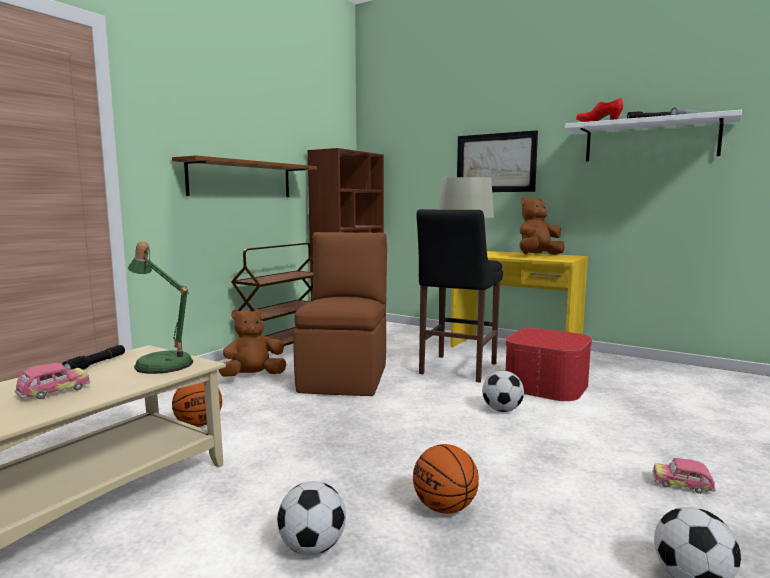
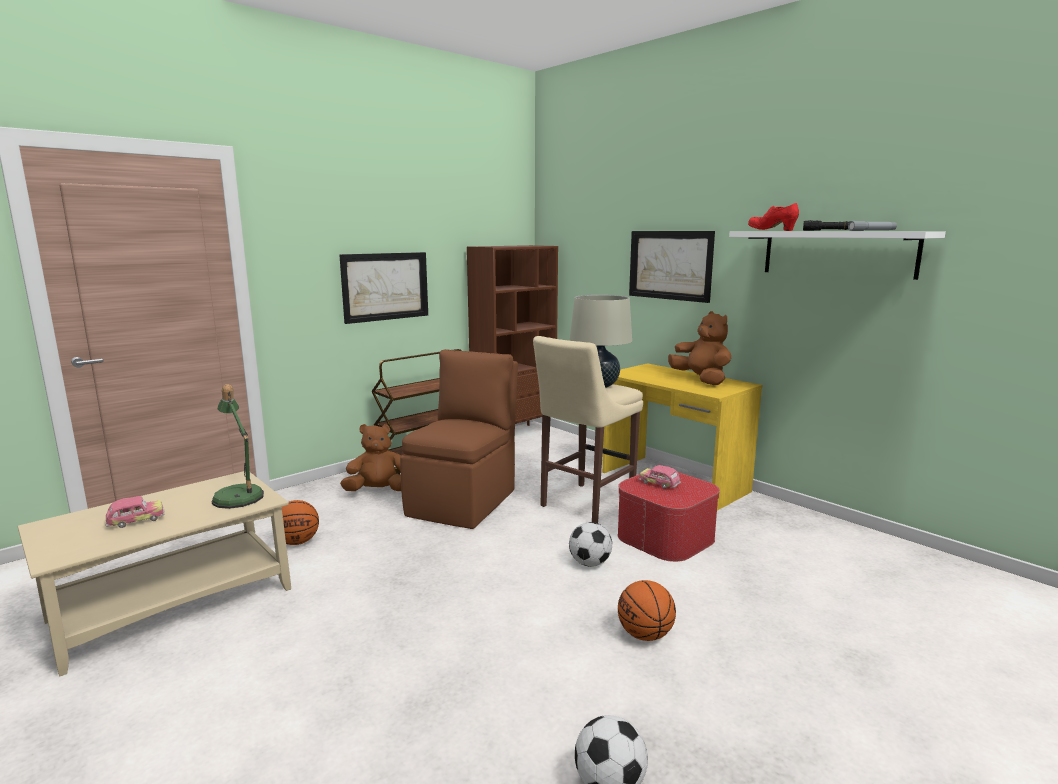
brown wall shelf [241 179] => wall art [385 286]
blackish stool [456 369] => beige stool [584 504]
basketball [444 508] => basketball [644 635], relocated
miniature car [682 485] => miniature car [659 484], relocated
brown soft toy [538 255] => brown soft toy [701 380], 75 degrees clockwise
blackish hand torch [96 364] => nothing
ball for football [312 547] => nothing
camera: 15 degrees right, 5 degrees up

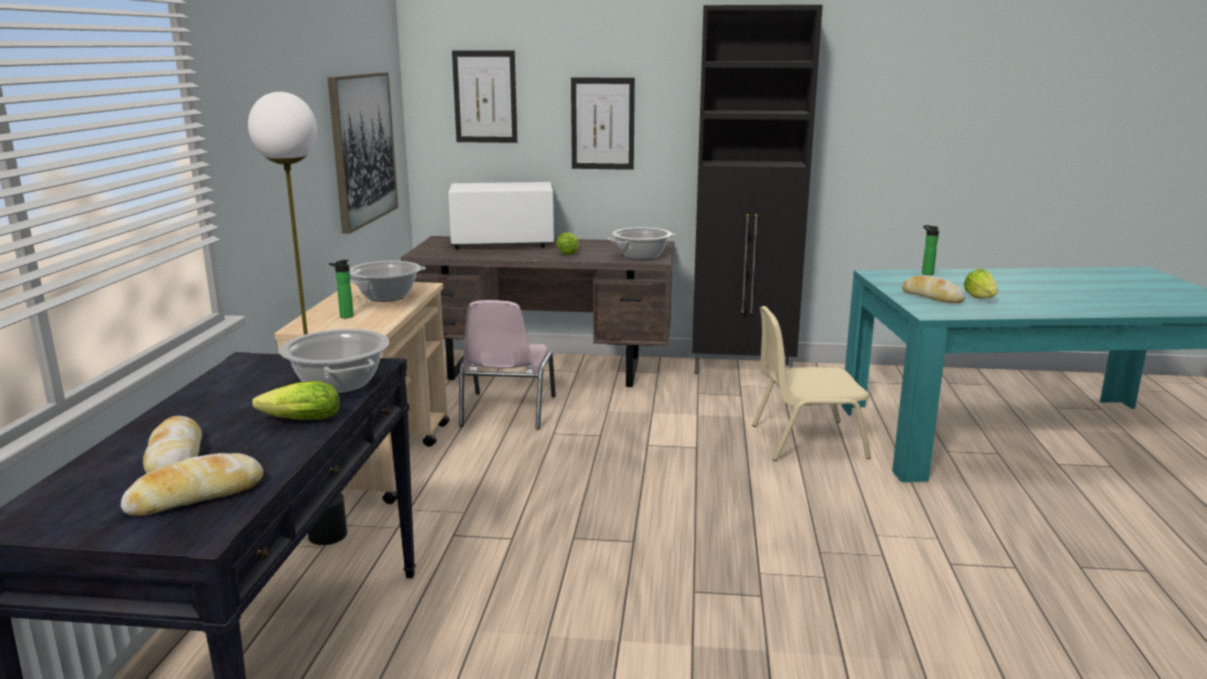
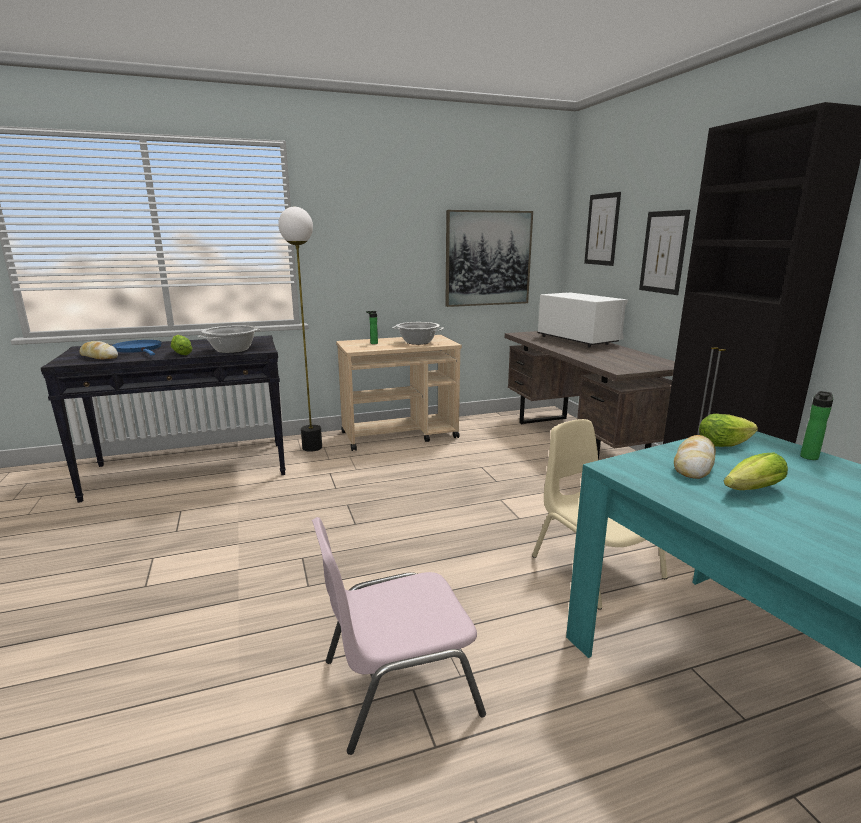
baked bread [176 458] => bluish frying pan [139 349]
pink upright chair [506 412] => pink upright chair [397 686], relocated
lettuce head [569 252] => lettuce head [727 443], relocated
saucepot [641 256] => nothing
camera: 65 degrees right, 0 degrees up

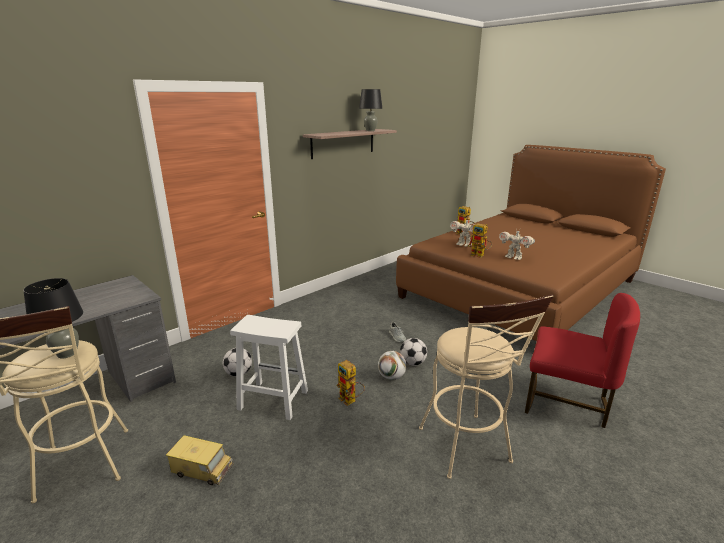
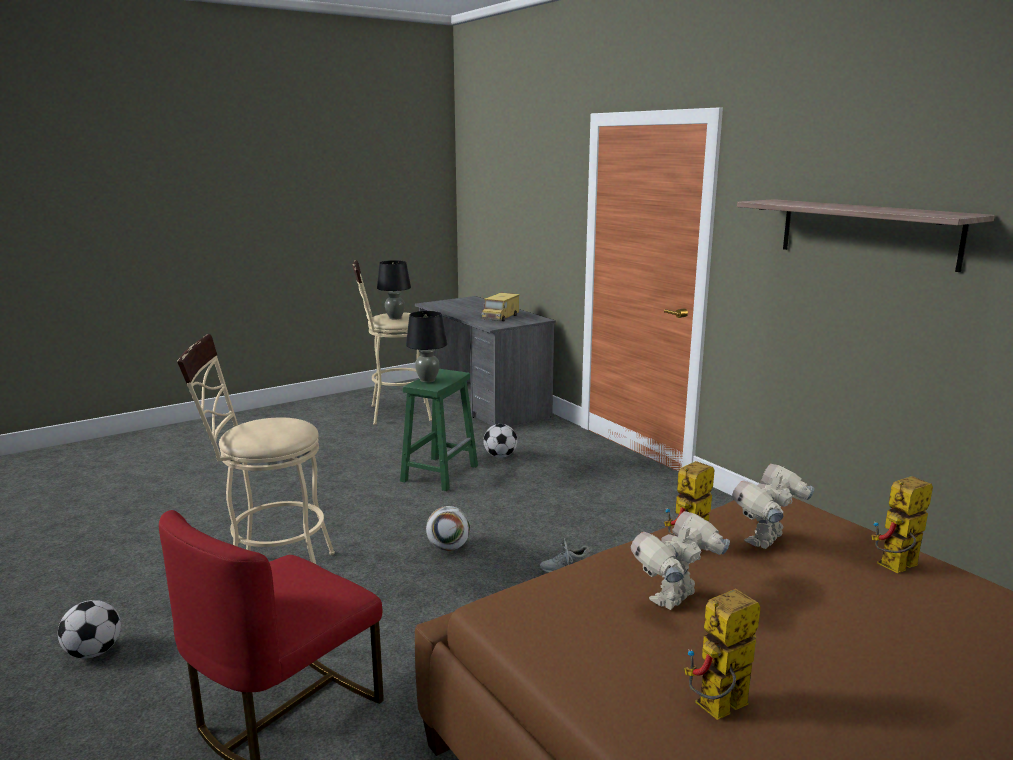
ball for football [412 363] => ball for football [94 652], relocated
white stool [272 400] => green stool [440 473]
blackish tabletop lamp [370 130] => blackish tabletop lamp [427 380], relocated
toy truck [202 469] => toy truck [500 317], relocated
model robot [350 400] => model robot [717 711], relocated
camera: 100 degrees right, 5 degrees down

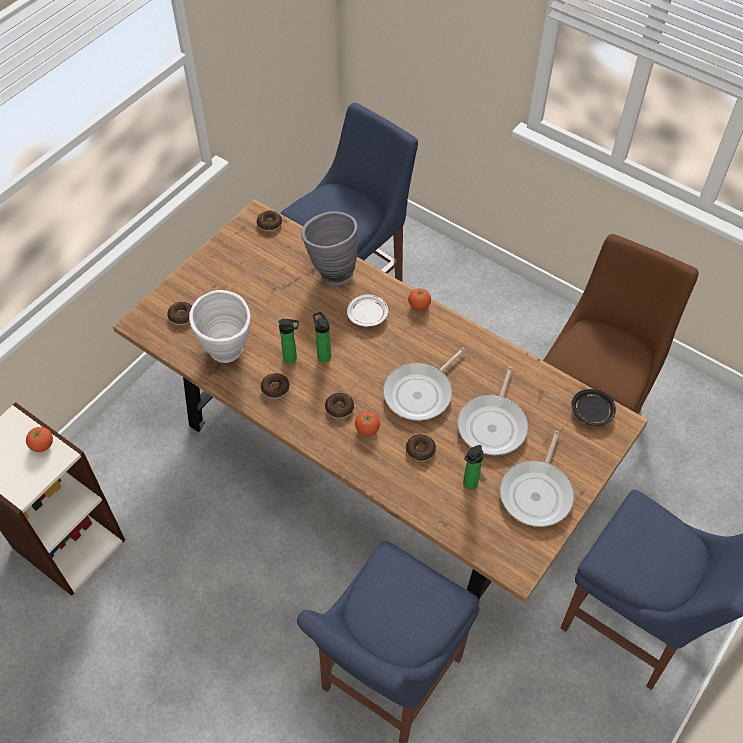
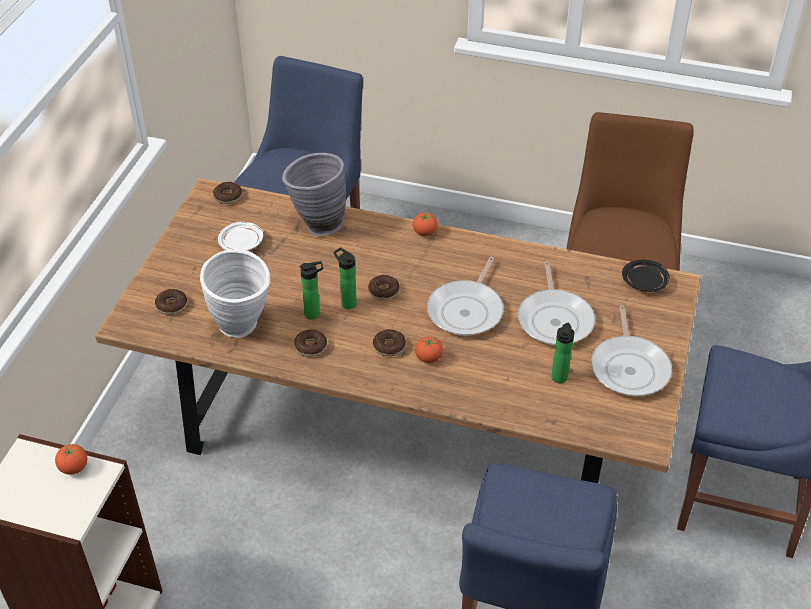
white plate [368 315] => white plate [241 243], relocated
donut [420 450] => donut [384 291], relocated
camera: 20 degrees left, 10 degrees down

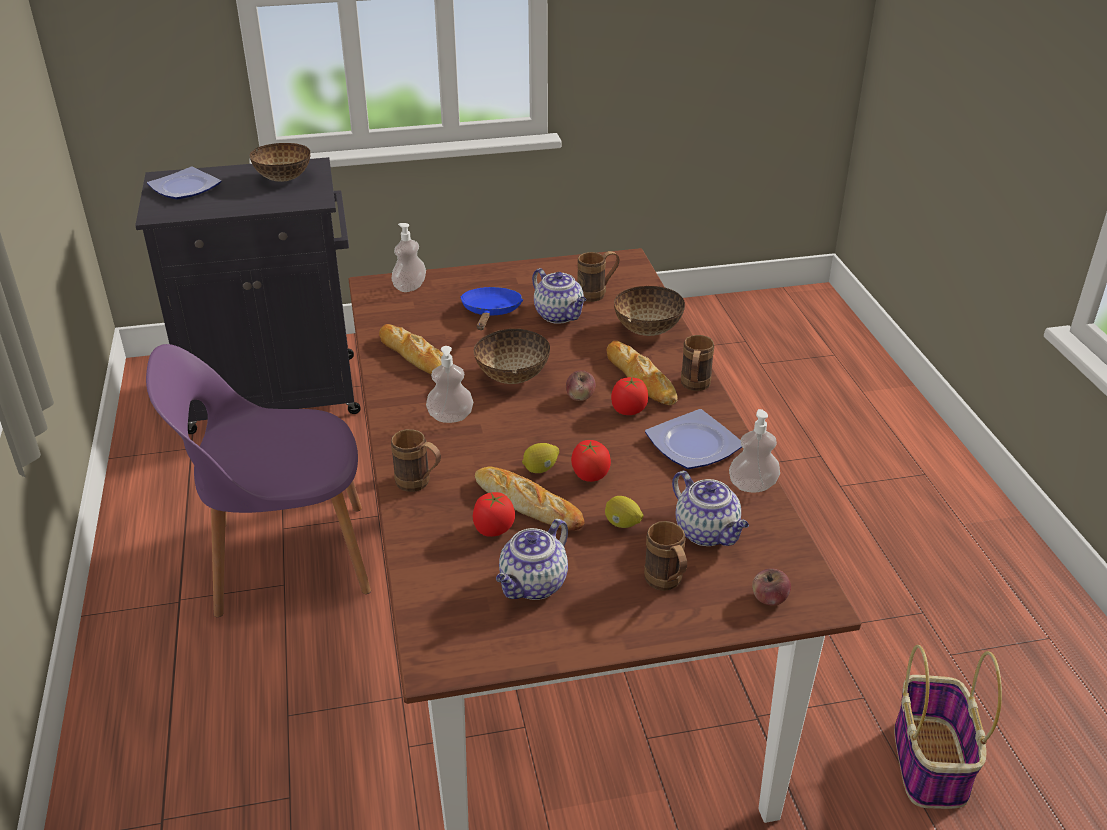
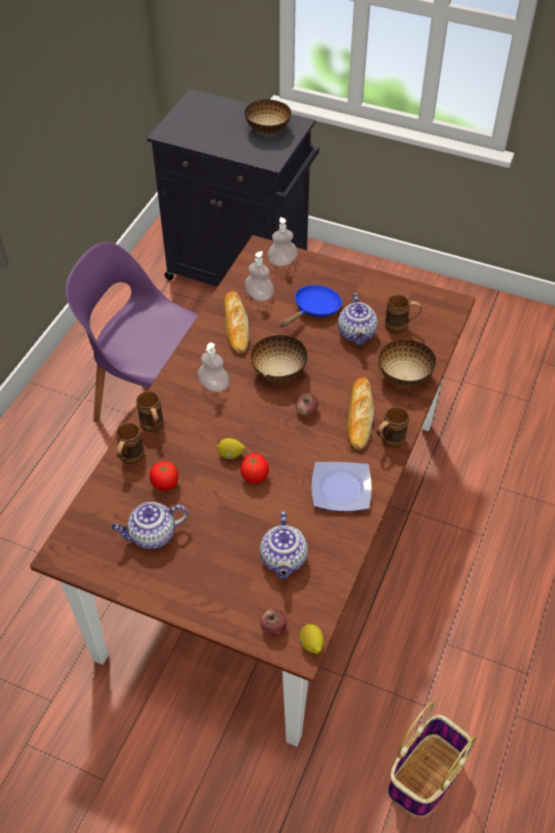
brown tea mug [666 584] => brown tea mug [129 459], relocated
soap dispenser [752 486] => soap dispenser [259 295], relocated
lemon [622 524] => lemon [311 644], relocated
plate [184 188] => nothing
baked bread [528 504] => nothing
tomato [628 410] => nothing
camera: 35 degrees right, 15 degrees up

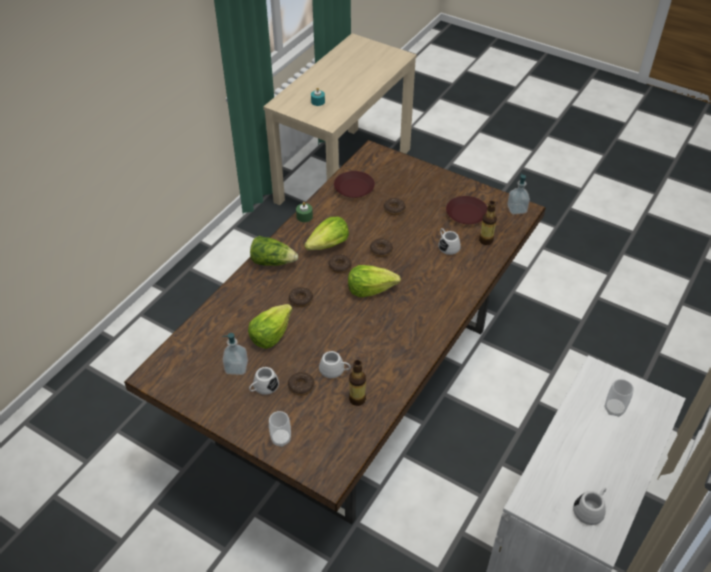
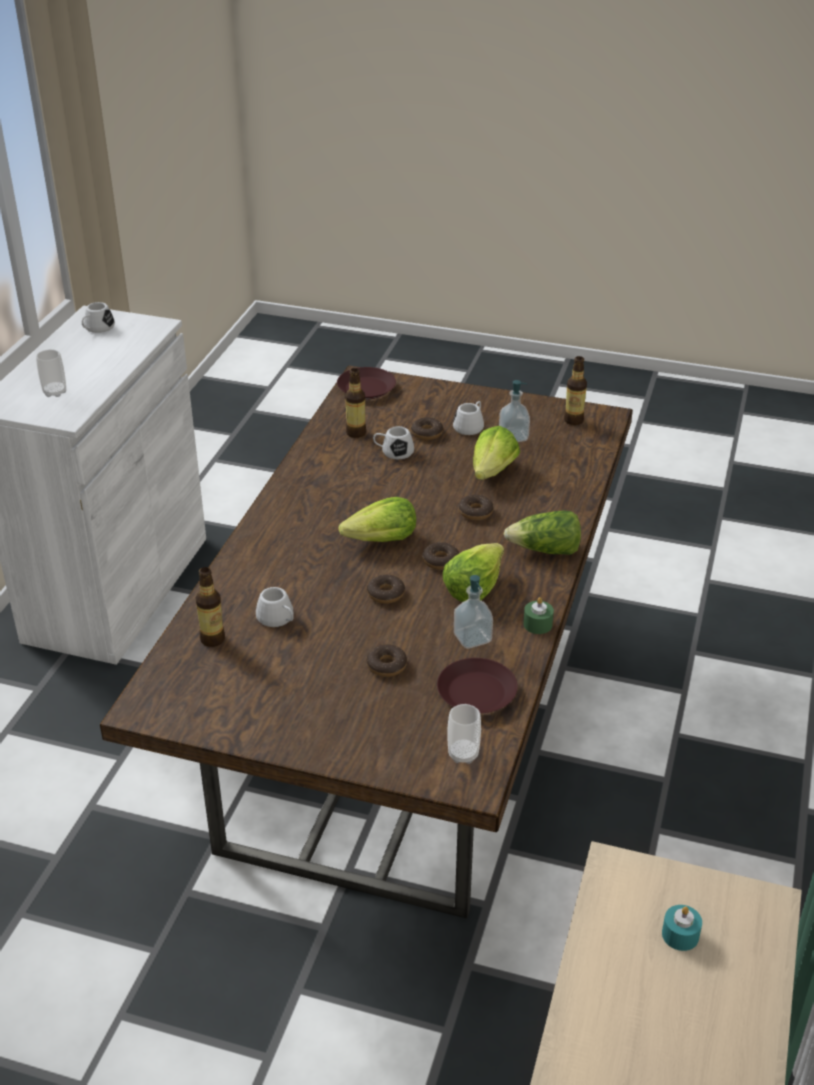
brown plate [466 214] => brown plate [367 388], relocated
cup [281 439] => cup [463 754], relocated
soap dispenser [516 209] => soap dispenser [472 638], relocated
nothing => drink bottle [573 420]
camera: 165 degrees right, 10 degrees down

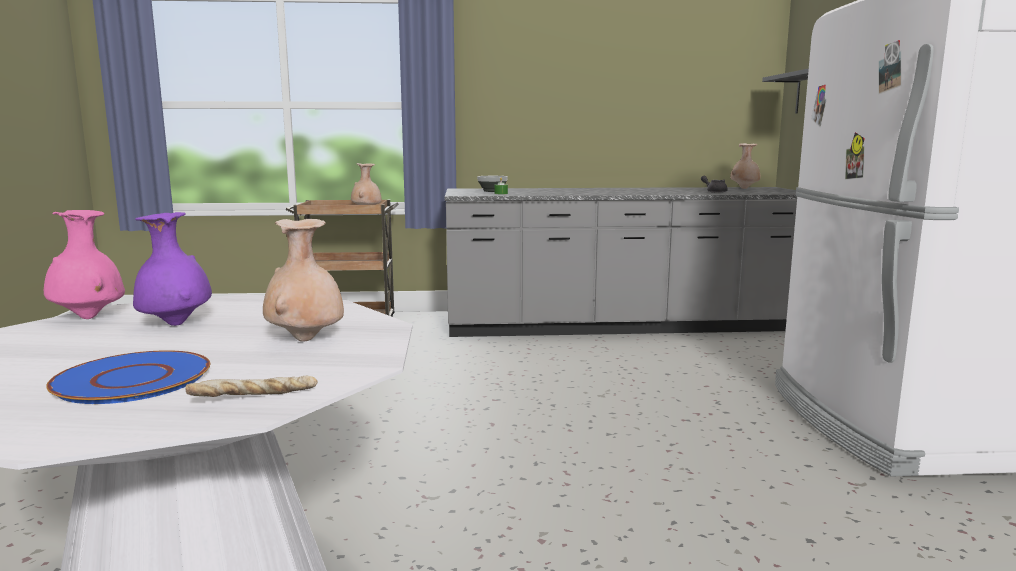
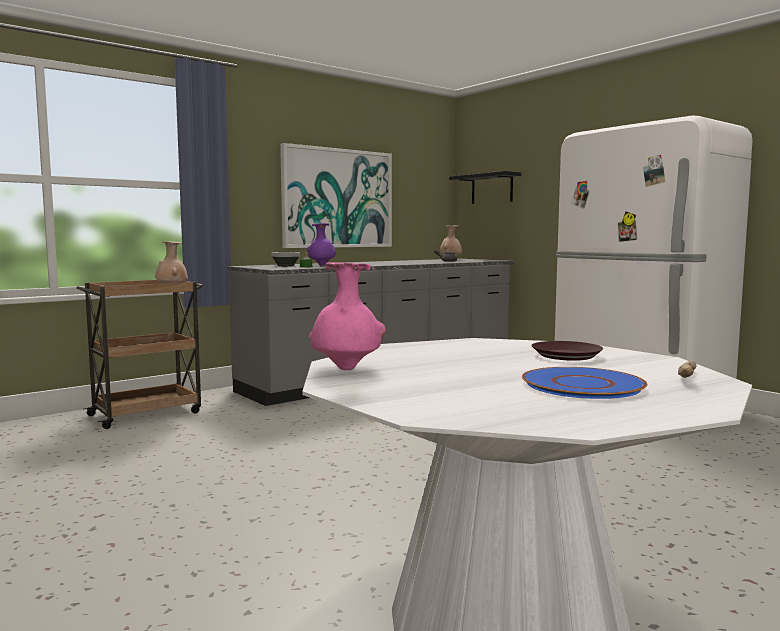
nothing => wall art [337 198]
purple flower vase [175 324] => purple flower vase [322 265], relocated
beige flower vase [306 340] => brown plate [566 355]
camera: 35 degrees left, 5 degrees down

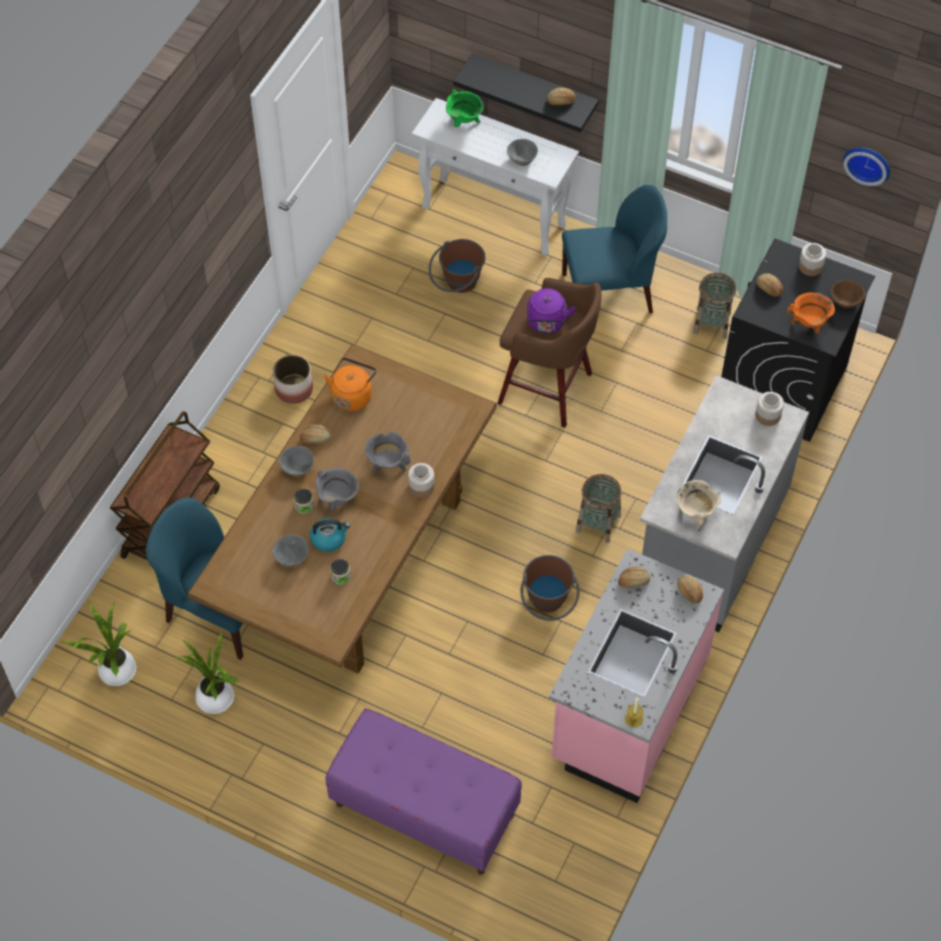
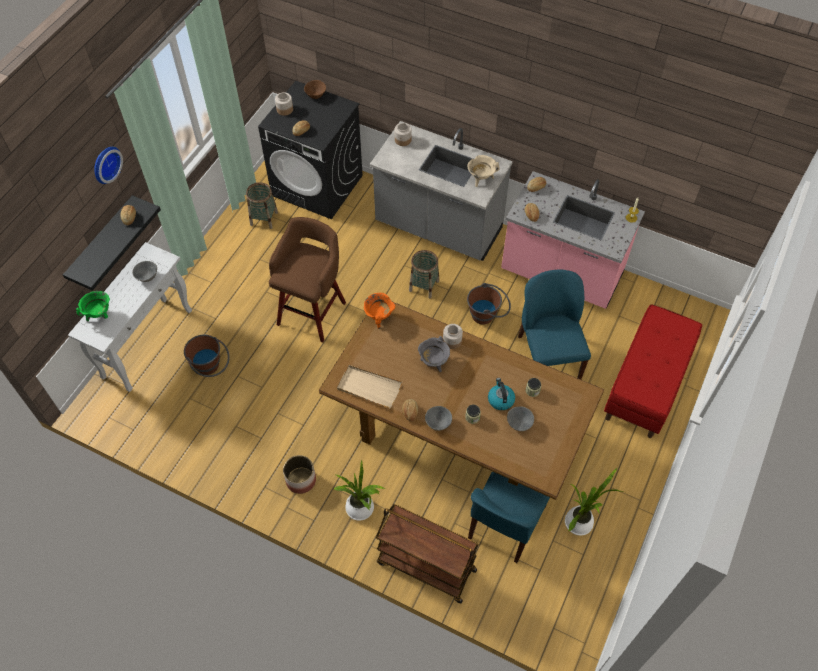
clock on the wall [868 163] => clock on the wall [105 164], relocated
plant in a pot [115 672] => plant in a pot [361 509], relocated
orangey tea kettle [352 395] => beige tray [369 387]
orangey saucepot [808 325] => orangey saucepot [379 317], relocated
bluish upright chair [609 293] => bluish upright chair [548 356], relocated
purple long seat [424 810] => reddish long seat [646 385]
grey saucepot [338 500] => nothing
purple tea kettle [546 323] => nothing
camera: 90 degrees left, 0 degrees up

